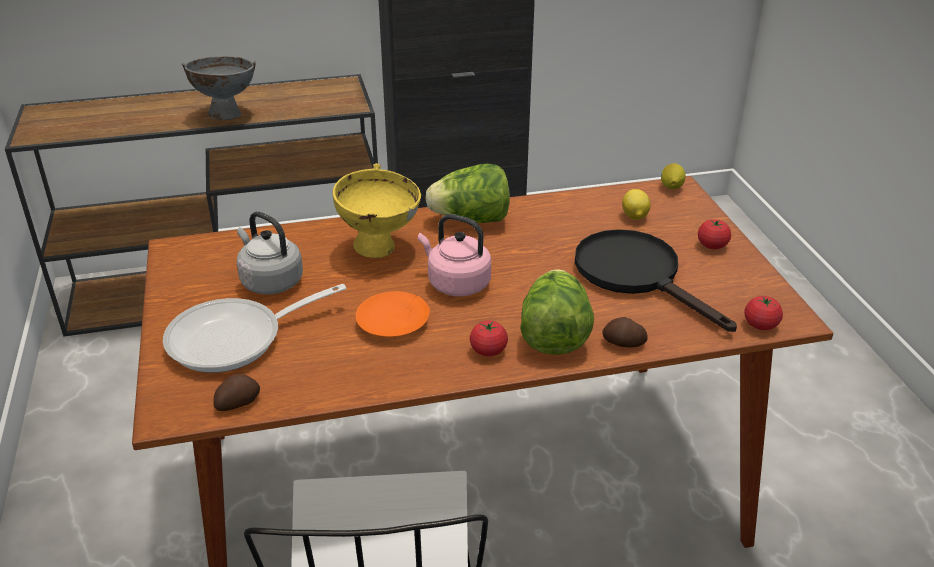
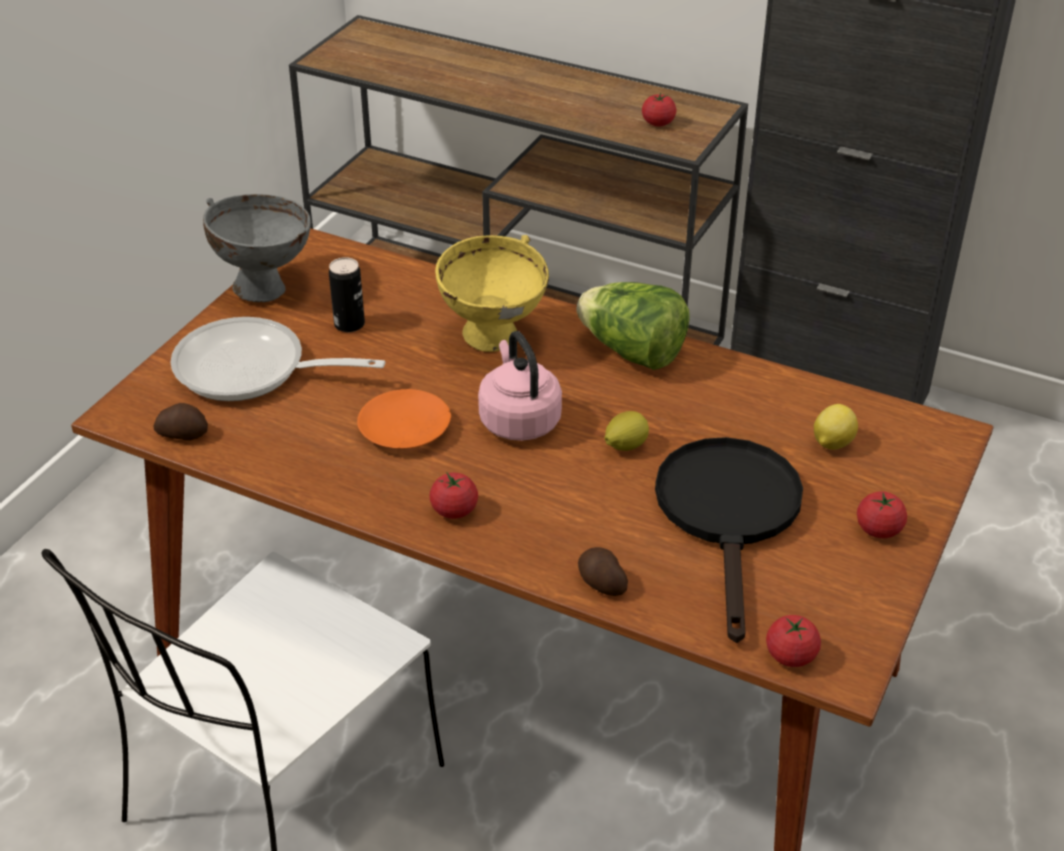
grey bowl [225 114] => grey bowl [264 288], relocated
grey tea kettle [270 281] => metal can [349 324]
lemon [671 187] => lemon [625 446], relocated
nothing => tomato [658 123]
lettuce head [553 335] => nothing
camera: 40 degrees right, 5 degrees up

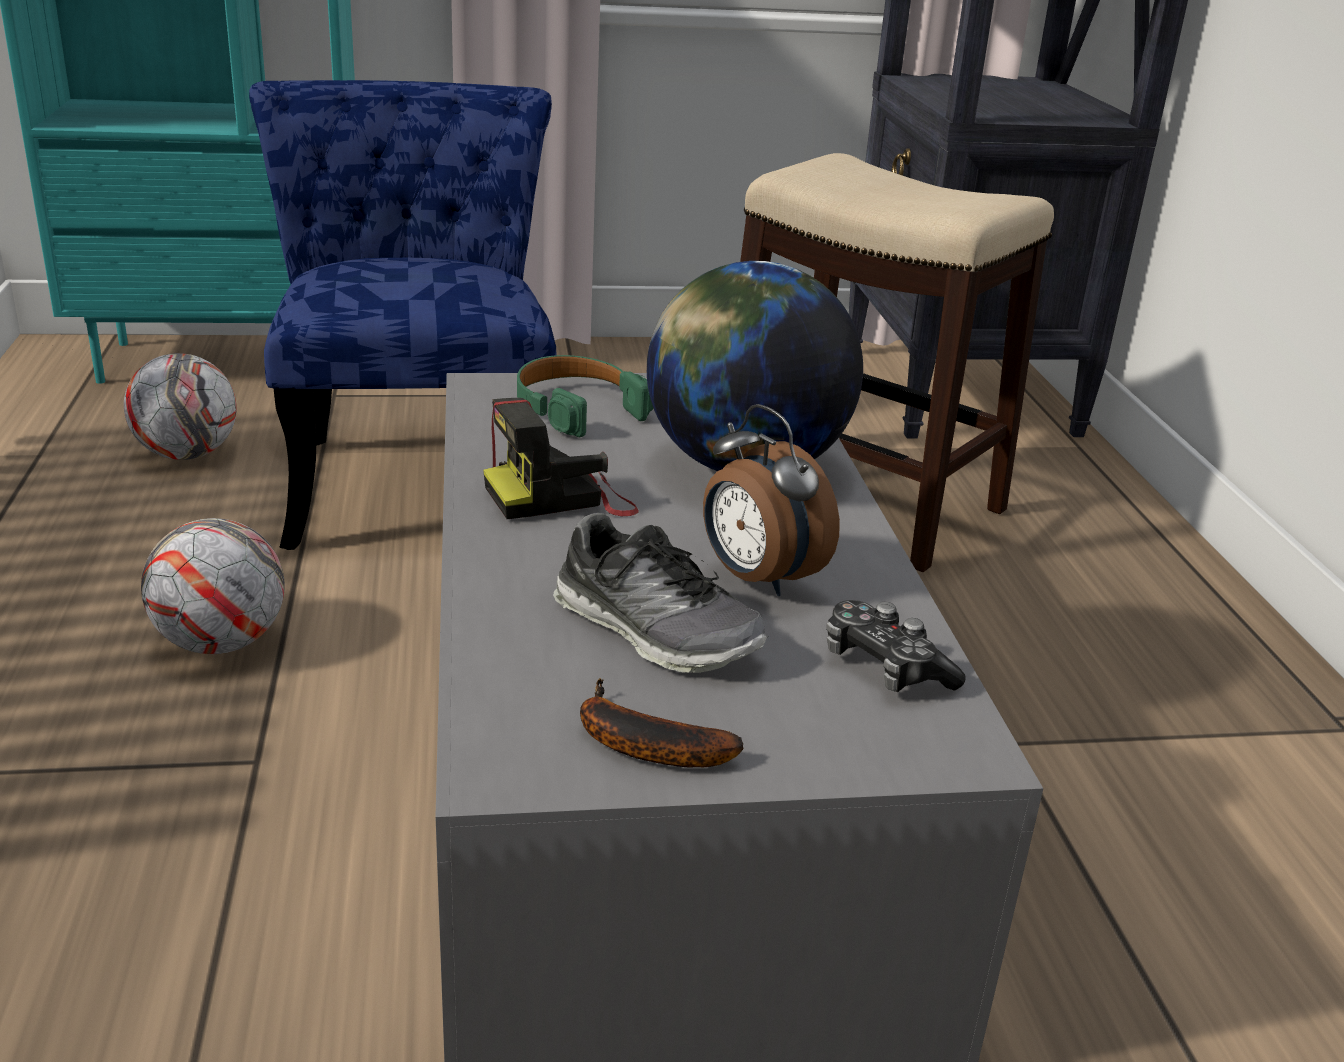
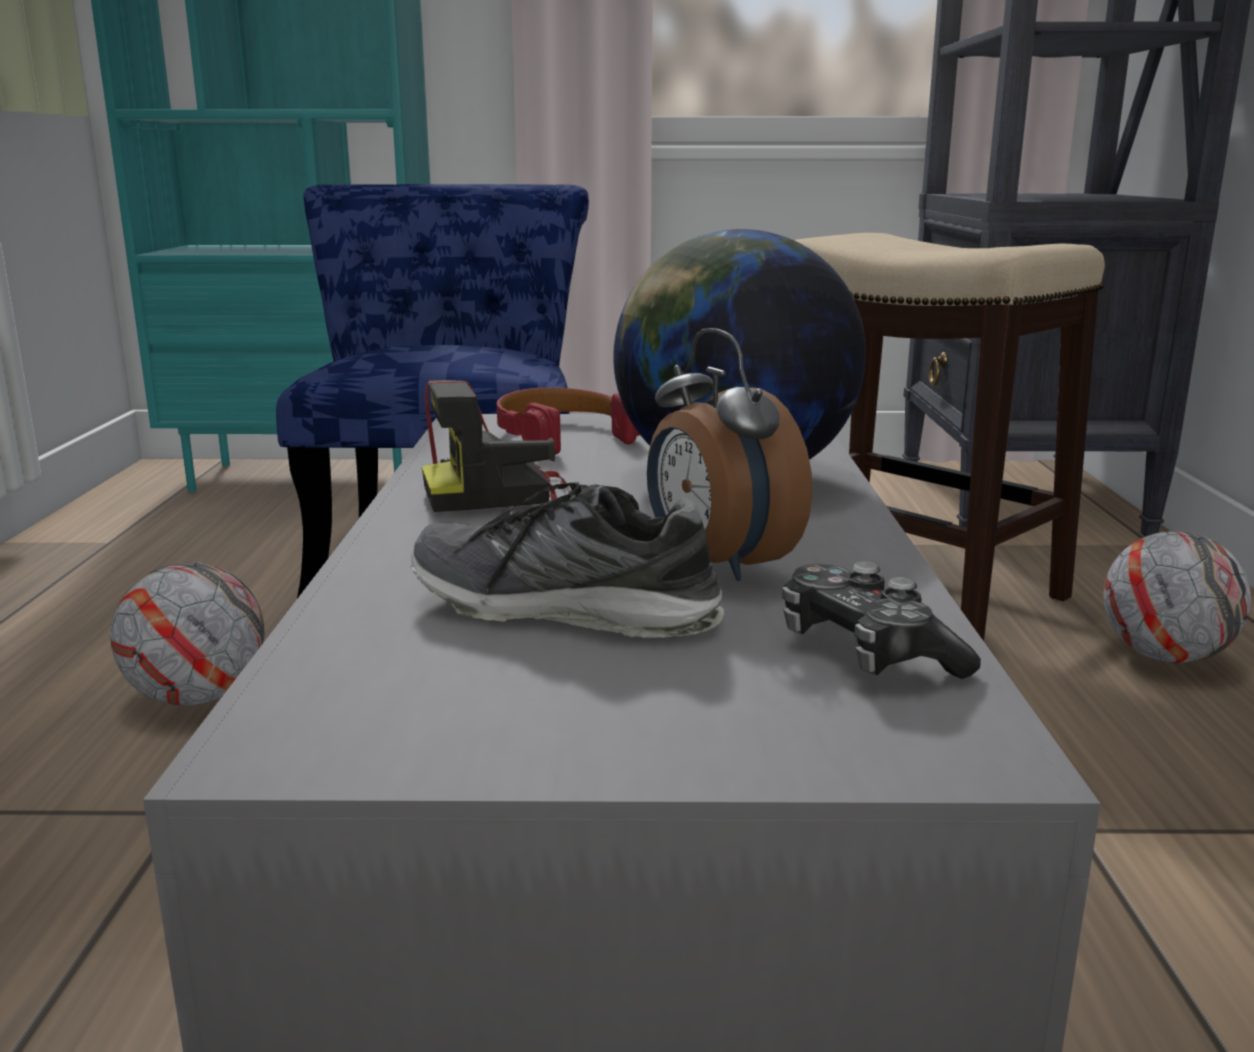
low shoe [655 631] => low shoe [565 609], 150 degrees clockwise
green pair of headphones [577 408] => reddish pair of headphones [562 436]
ball for football [187 454] => ball for football [1165 656], relocated
banana fruit [640 744] => nothing
camera: 10 degrees right, 10 degrees down

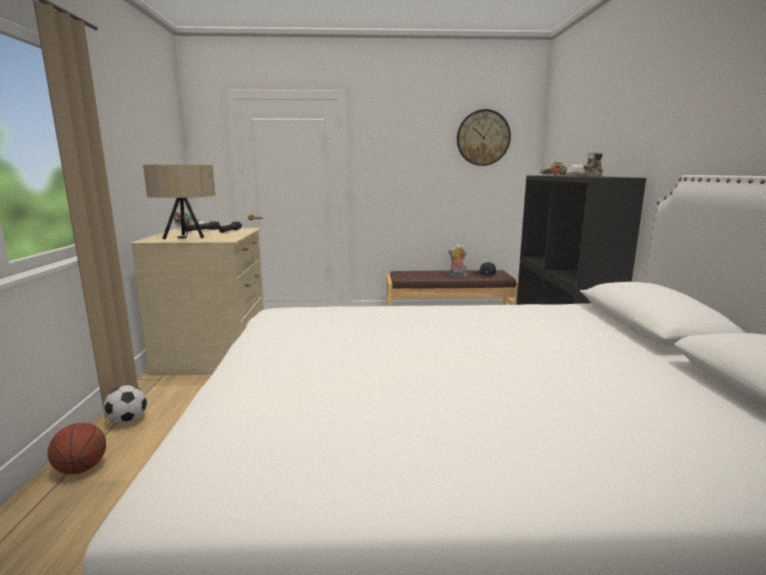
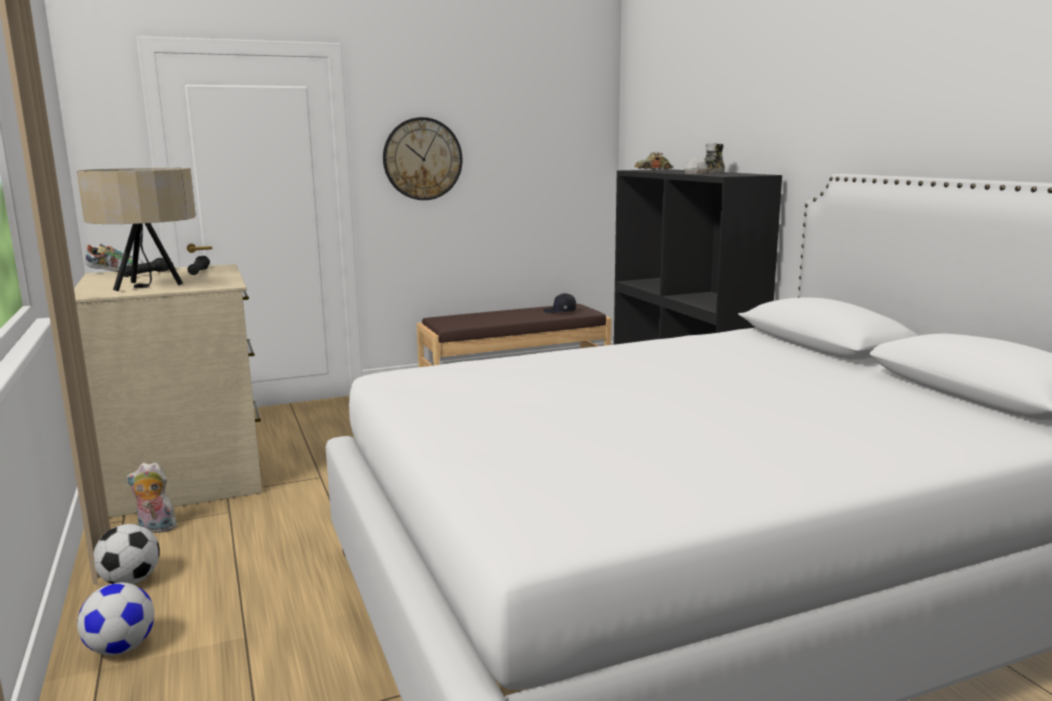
basketball [81 469] => ball for football [120 648]
soft toy [457 276] => soft toy [155 529], relocated
clock on the wall [483 138] => clock on the wall [422 159], relocated
camera: 20 degrees left, 0 degrees up

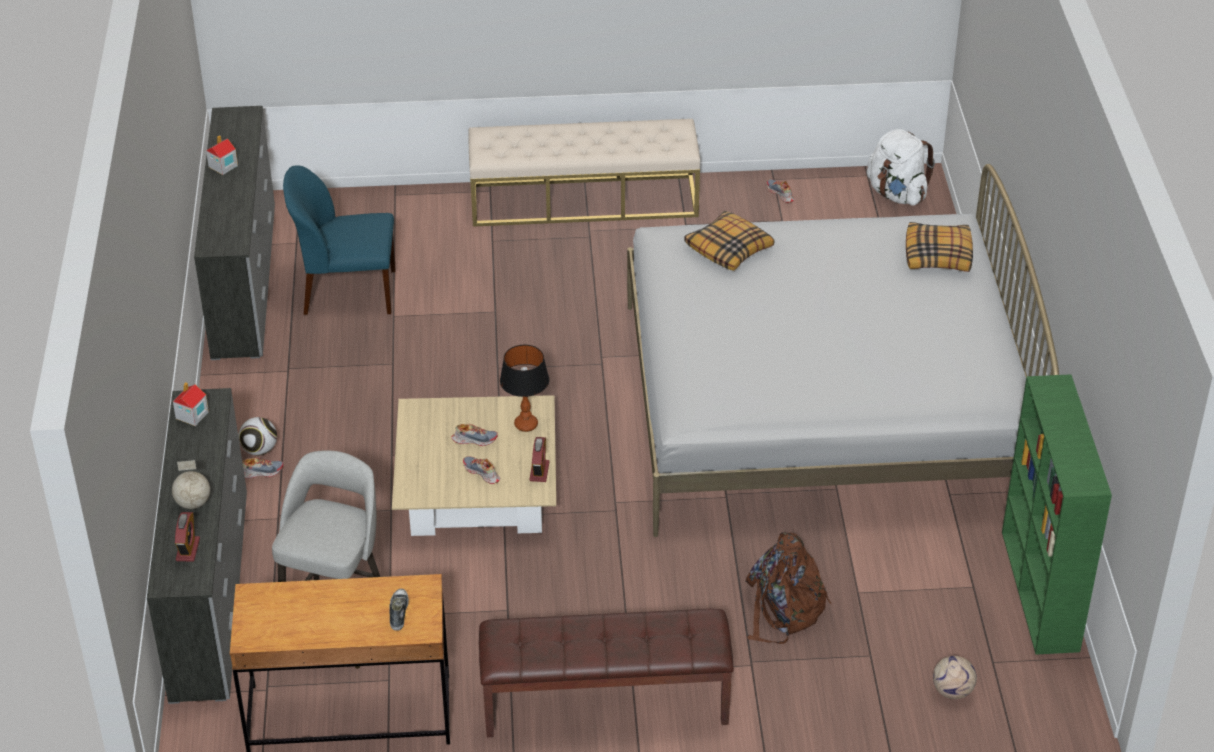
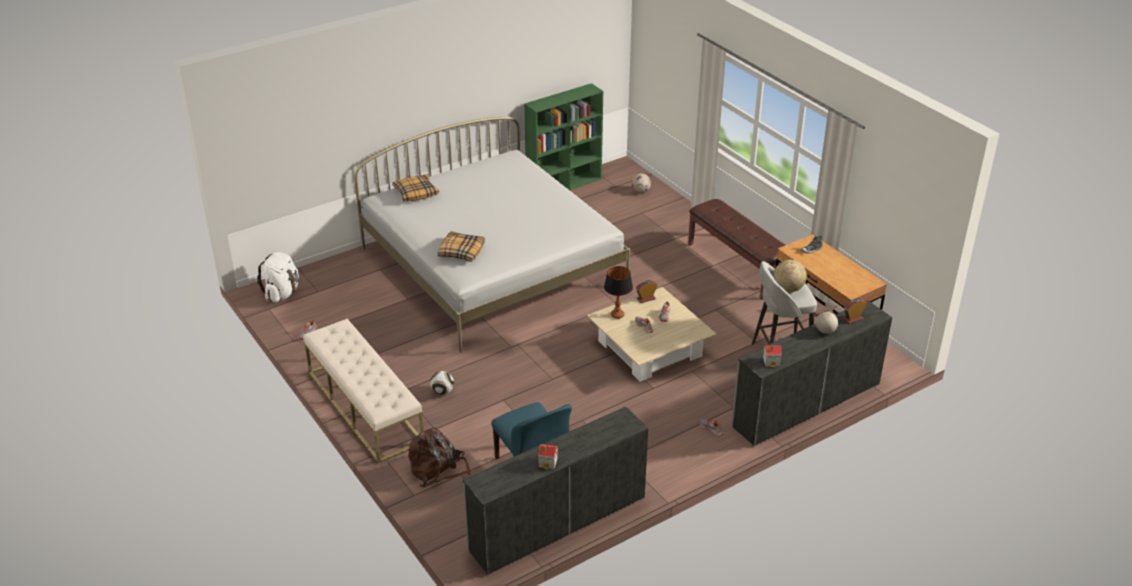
brown rucksack [783 609] => brown rucksack [437 469], relocated
ball for football [259 450] => ball for football [442 392], relocated
nothing => desk globe [788 288]
camera: 120 degrees left, 5 degrees down

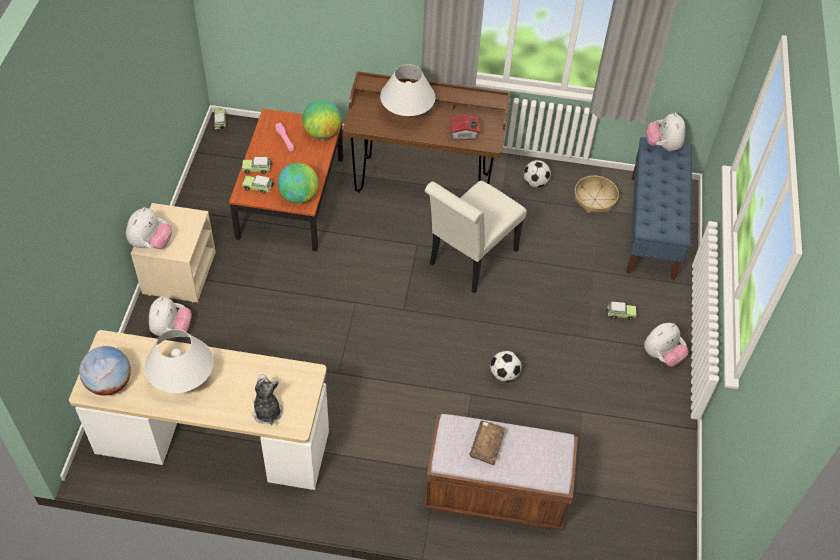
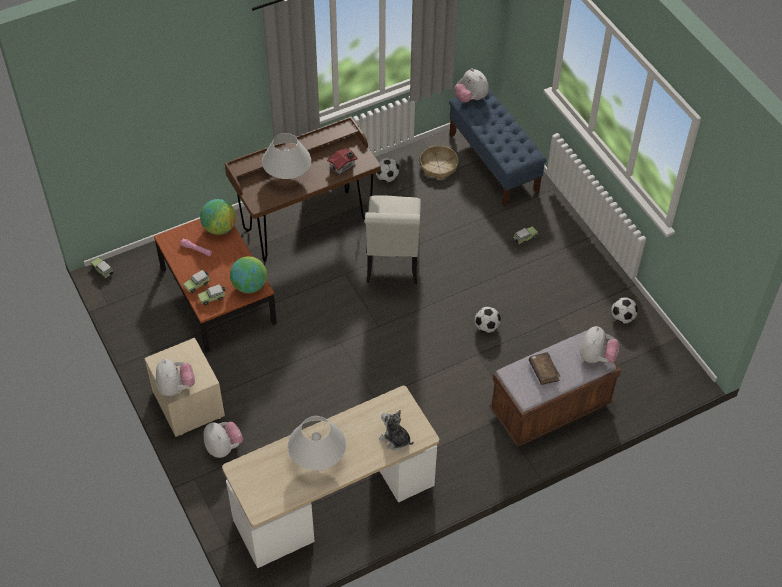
soft toy [662 355] => soft toy [596 357], relocated
nothing => ball for football [622 318]
desk globe [109 383] => nothing
camera: 35 degrees left, 0 degrees up

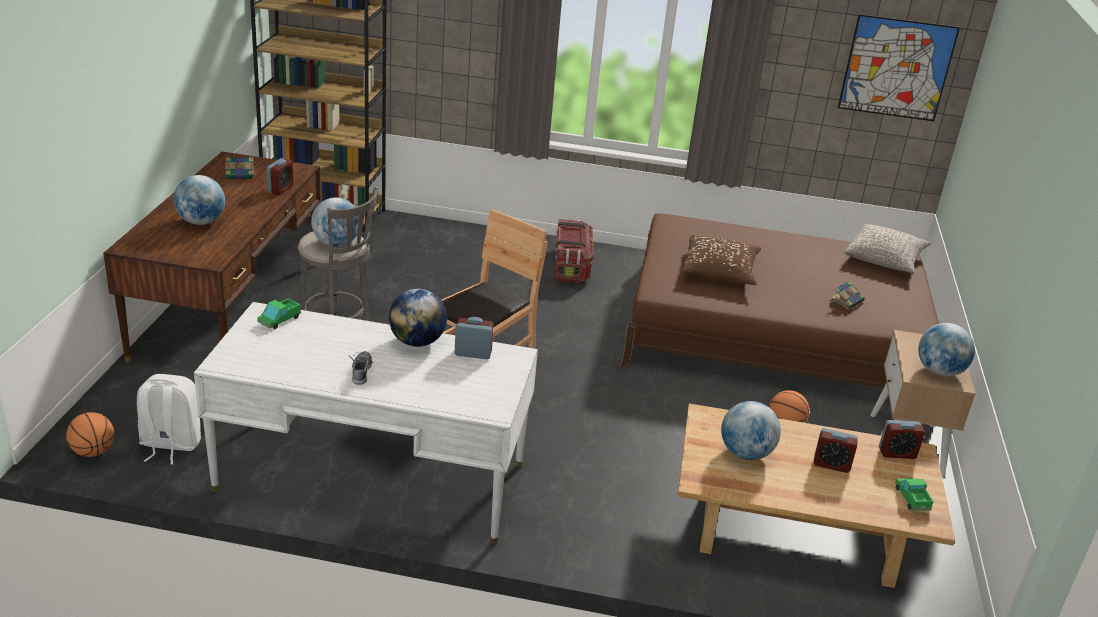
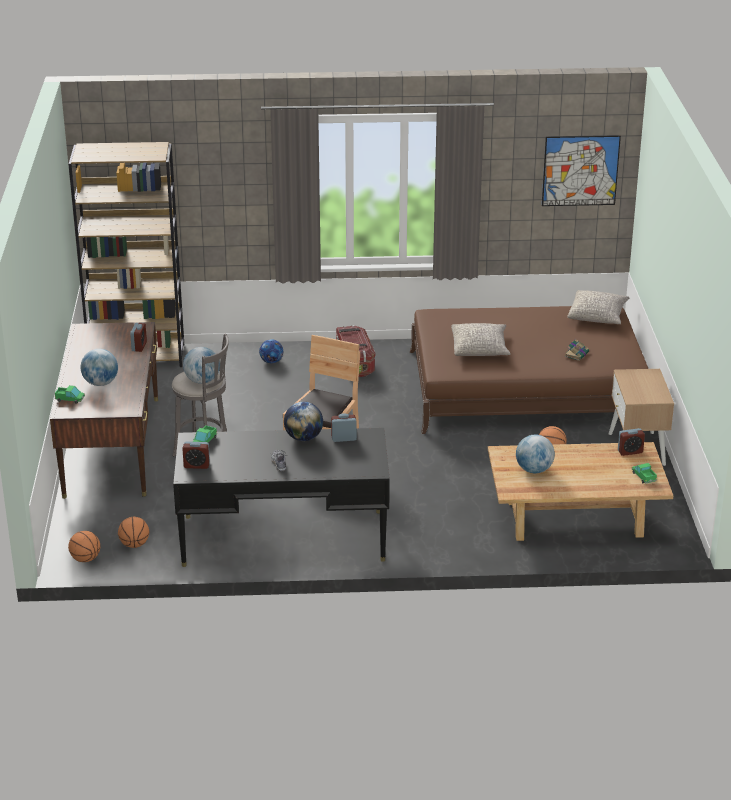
nothing => toy truck [70 399]
white rucksack [170 444] => basketball [134 545]
white desk table [372 477] => blackish desk table [283 538]
alarm clock [831 464] => alarm clock [196 465], relocated
nothing => ball for football [271 361]
brown throw pillow [719 271] => grey throw pillow [480 348]
bound book [241 174] => nothing
desk globe [939 372] => nothing
camera: 10 degrees left, 0 degrees up

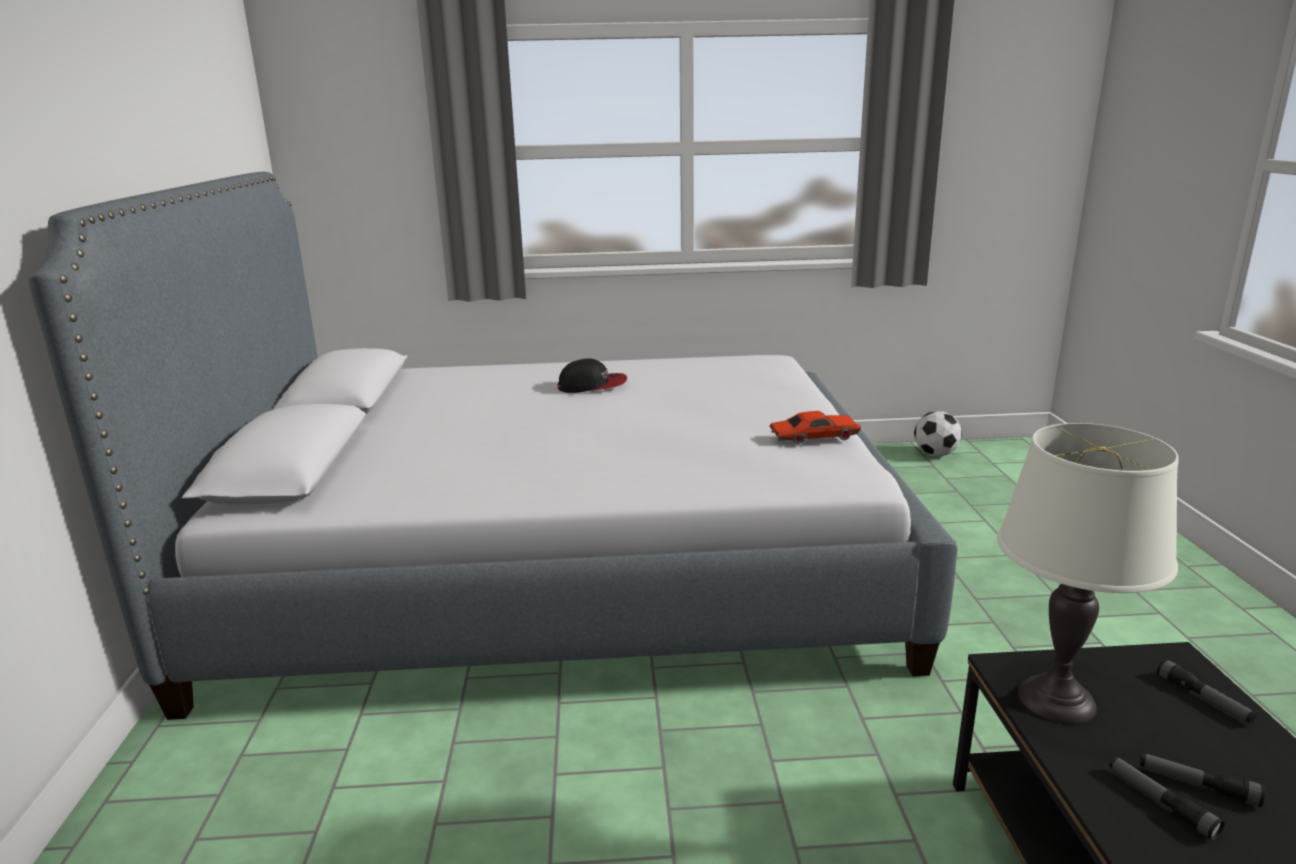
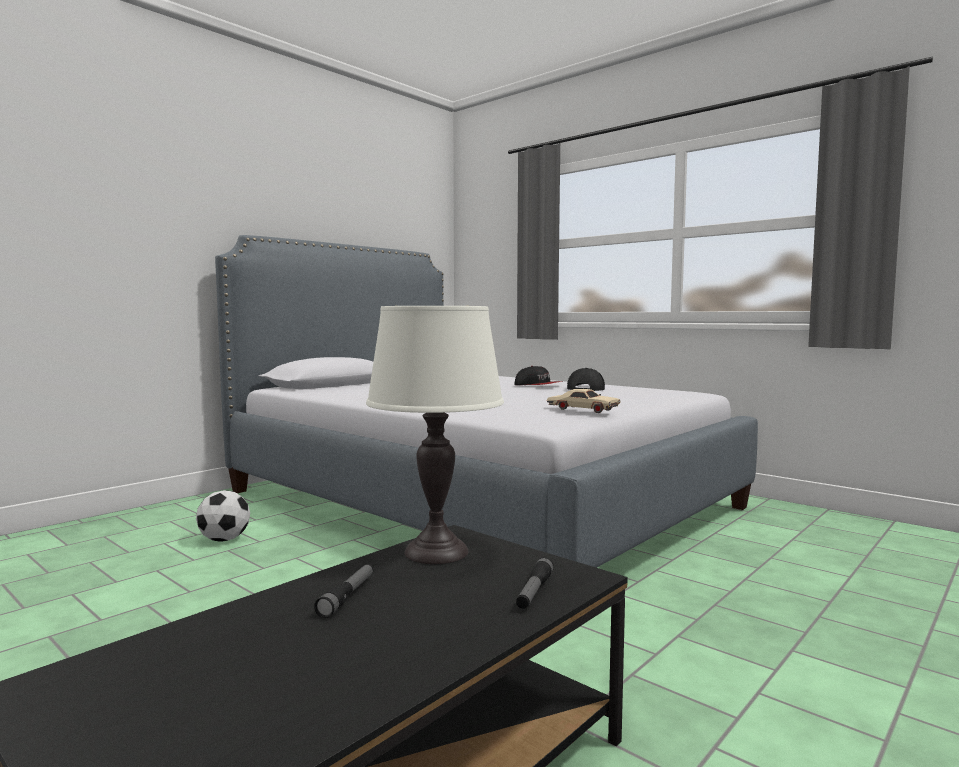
ball for football [935 454] => ball for football [224 539], relocated
reddish miniature car [814 437] => beige miniature car [582 409]
nothing => blackish peaked cap [587 388]
hand torch [1197 785] => nothing
camera: 45 degrees right, 15 degrees down

